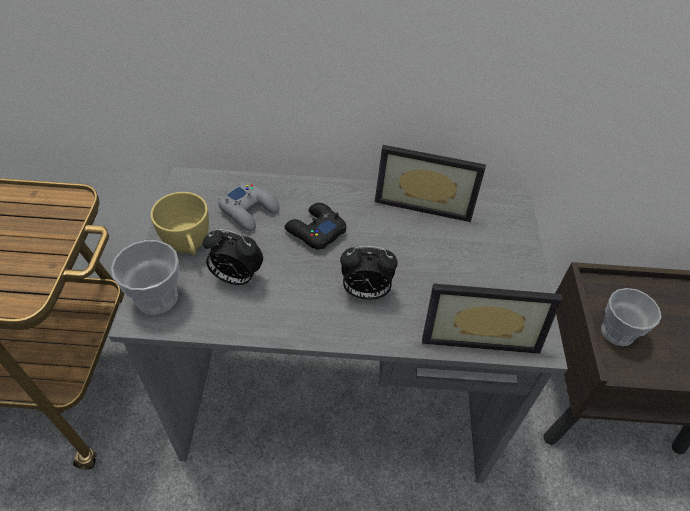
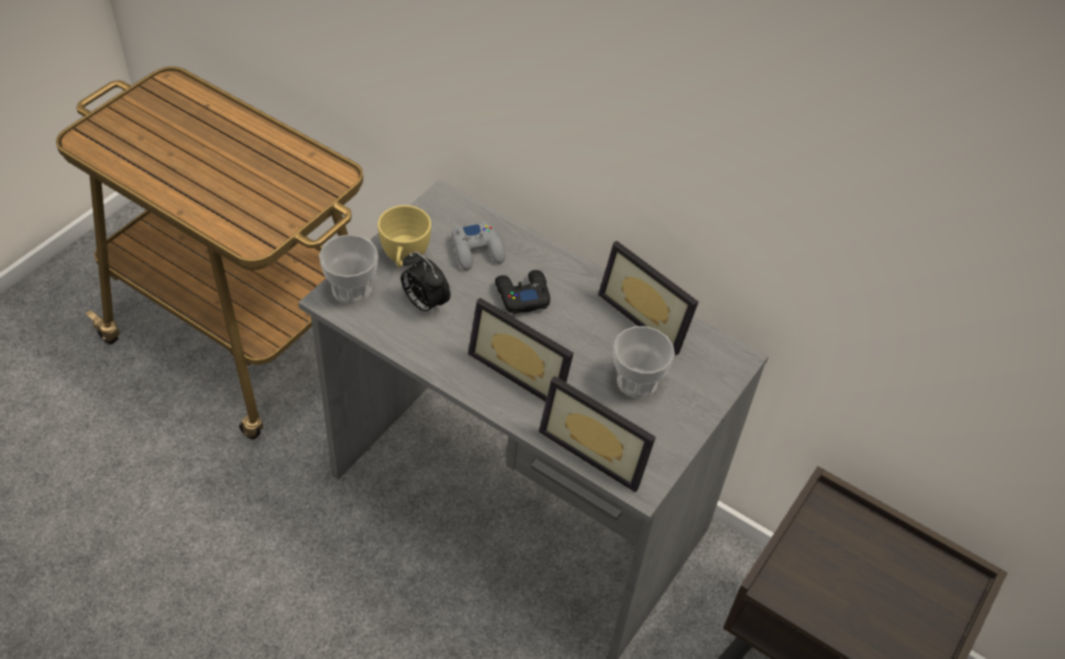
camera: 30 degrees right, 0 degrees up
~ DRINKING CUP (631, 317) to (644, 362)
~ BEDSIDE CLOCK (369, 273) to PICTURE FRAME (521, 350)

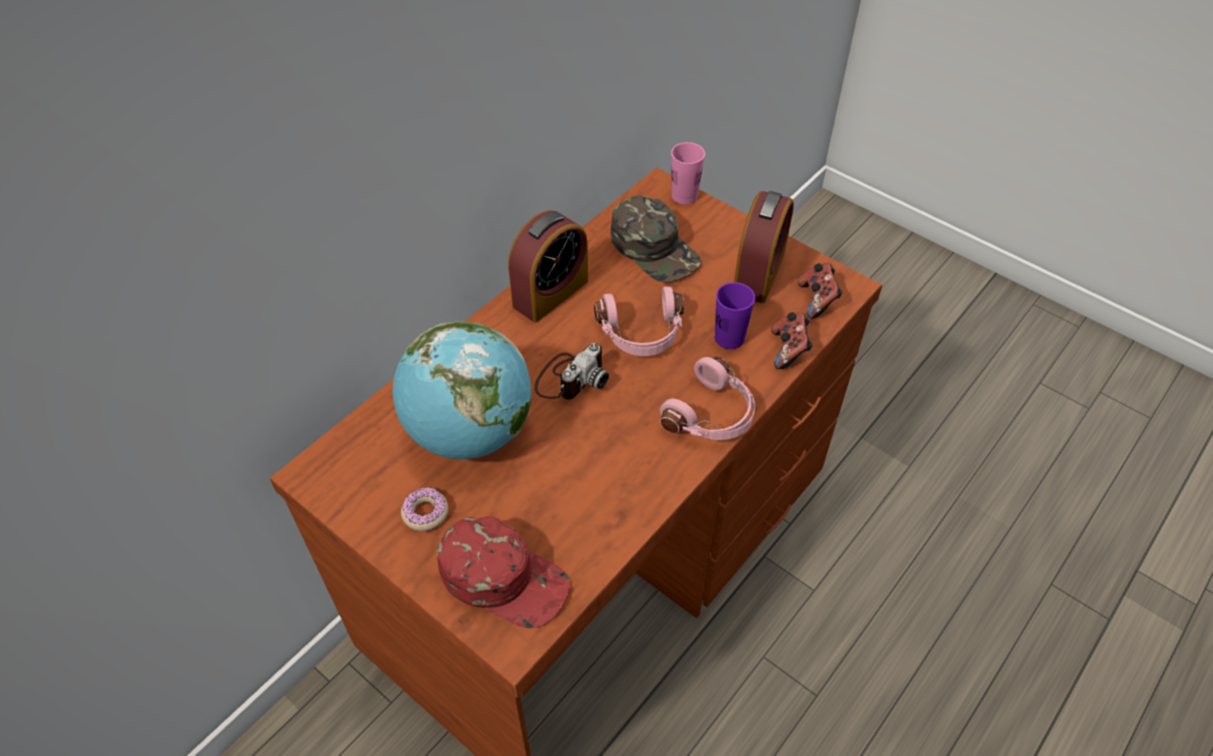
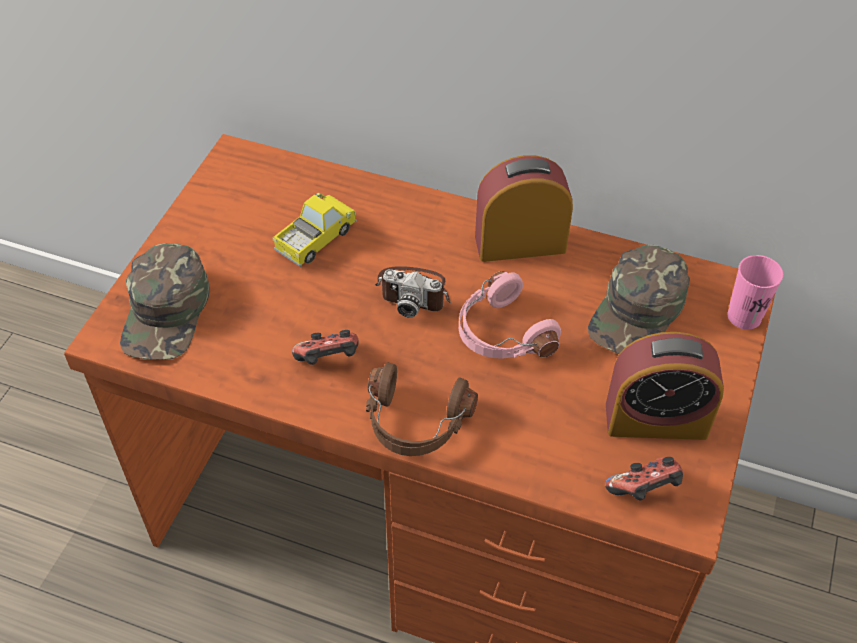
camera: 70 degrees right, 0 degrees up
- RING DOUGHNUT (424, 509)
- PURPLE DRINKING CUP (735, 315)
~ GAMEPAD (792, 340) to (325, 347)
~ GLOBE (462, 390) to TOY TRUCK (314, 230)
~ RED BASEBALL CAP (503, 572) to GREENISH BASEBALL CAP (165, 301)
~ PINK-COLOURED HEADSET (707, 398) to BROWNISH HEADSET (422, 409)
~ BEDSIDE CLOCK (548, 266) = (524, 208) 150 degrees clockwise

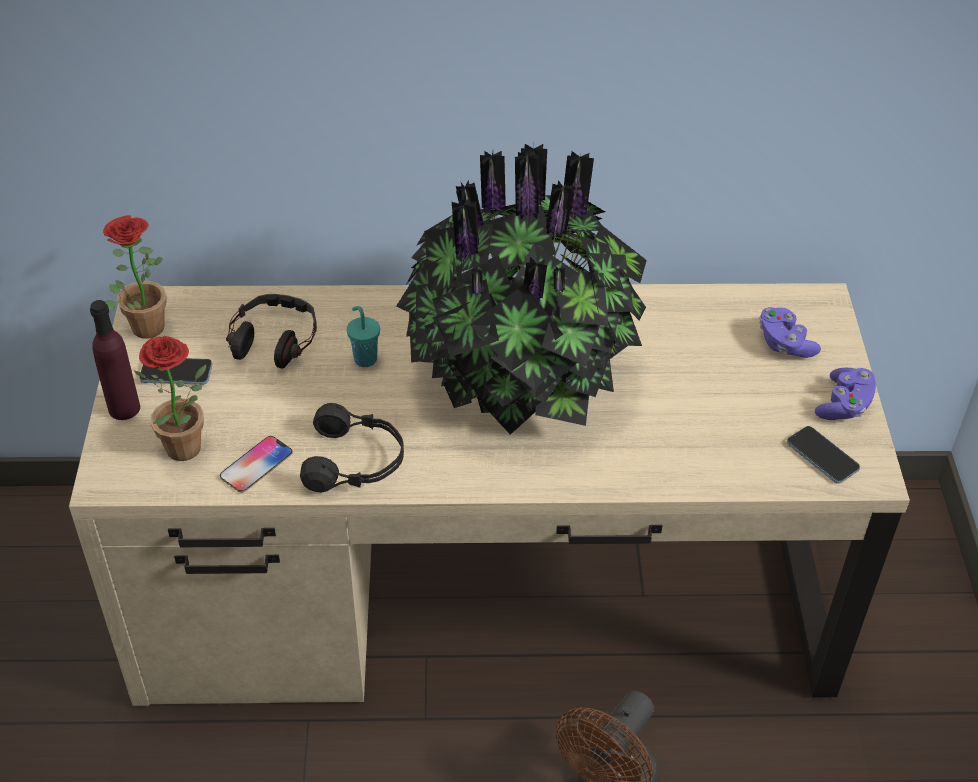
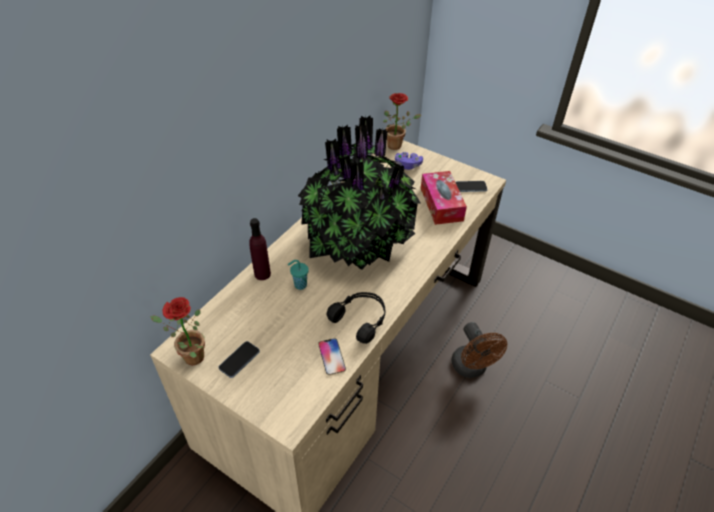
camera: 55 degrees left, 0 degrees up
- HEADSET (271, 331)
- PURPLE GAMEPAD (845, 394)
+ TISSUE HOLDER (444, 198)
~ PURPLE BEVERAGE BOTTLE (115, 360) to (260, 249)
~ POTTED PLANT (170, 398) to (402, 121)

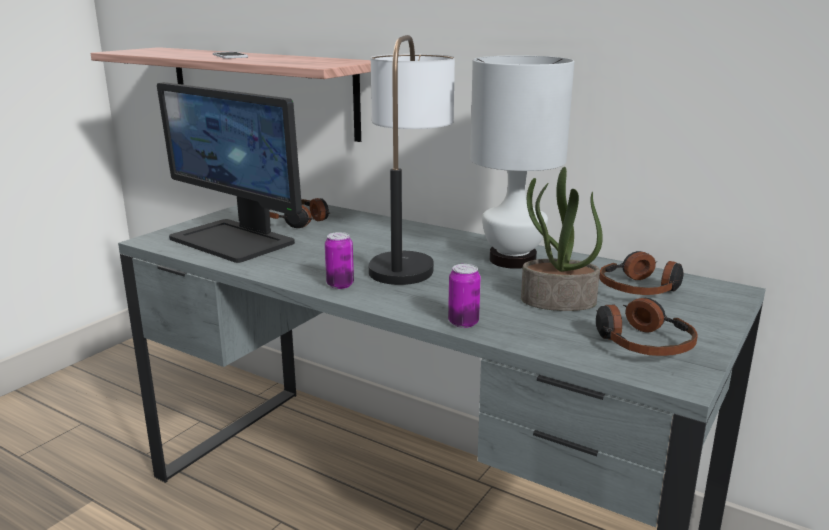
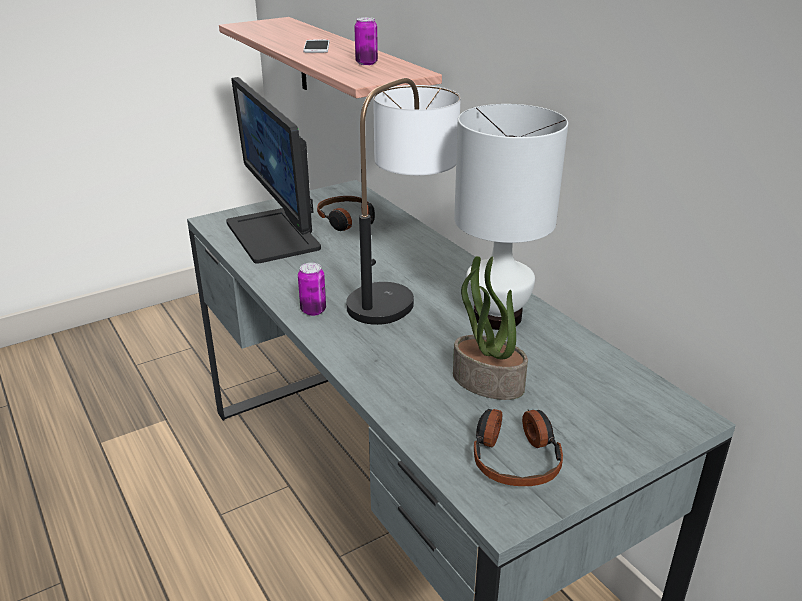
camera: 25 degrees right, 10 degrees up
- HEADSET (641, 273)
~ METAL CAN (464, 296) to (366, 41)

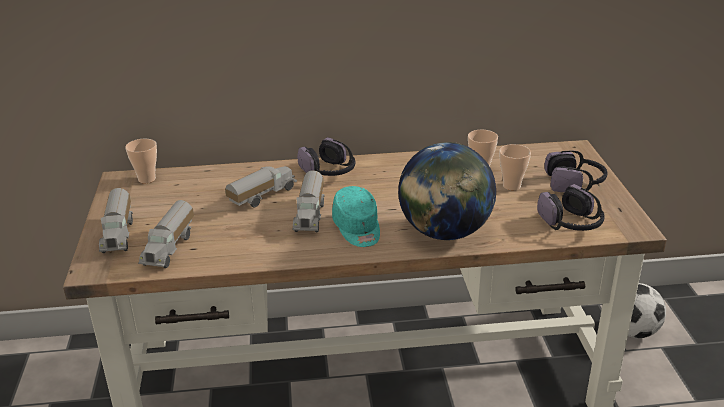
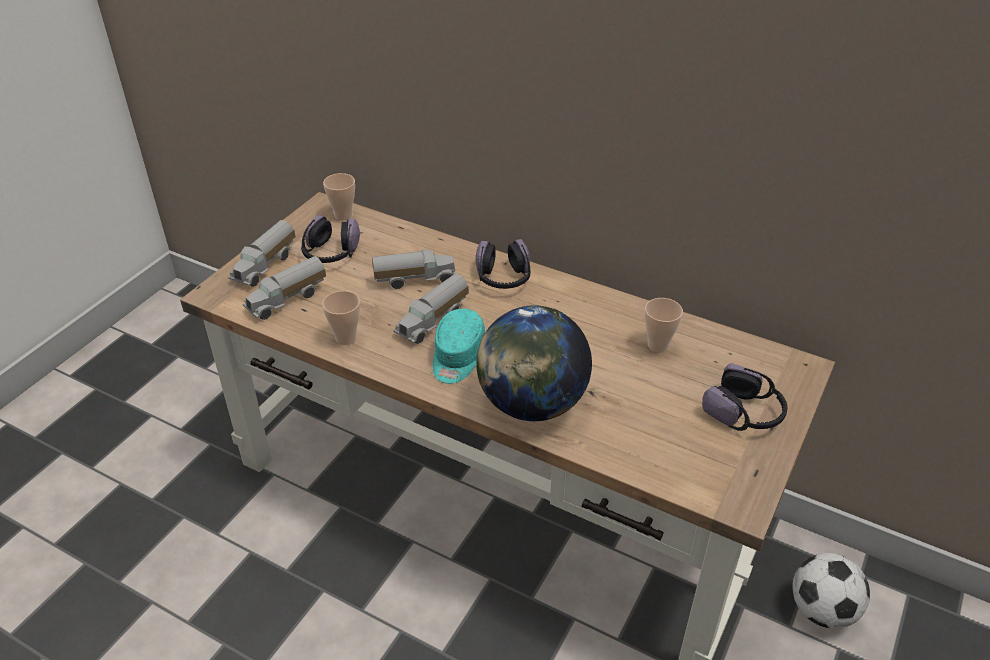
camera: 35 degrees right, 10 degrees up
~ DRINKING CUP (515, 167) to (341, 318)
~ HEADSET (571, 207) to (330, 239)

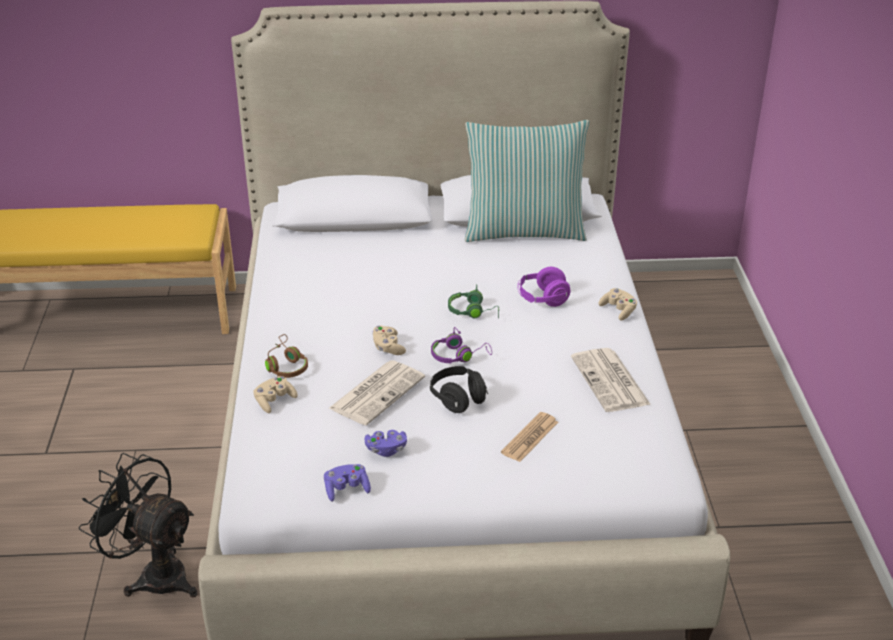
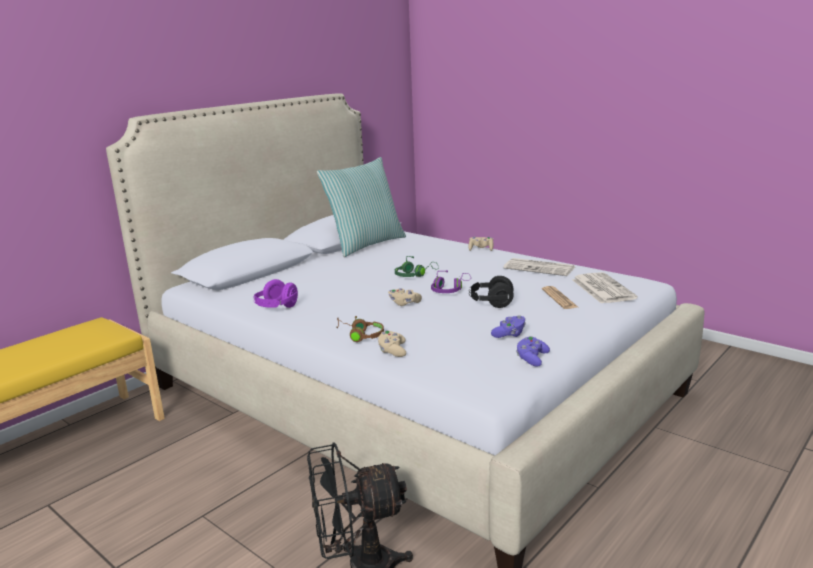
camera: 45 degrees left, 15 degrees down
~ PRINTED PAPER (376, 393) to (605, 288)
~ PURPLE HEADSET (544, 287) to (275, 293)

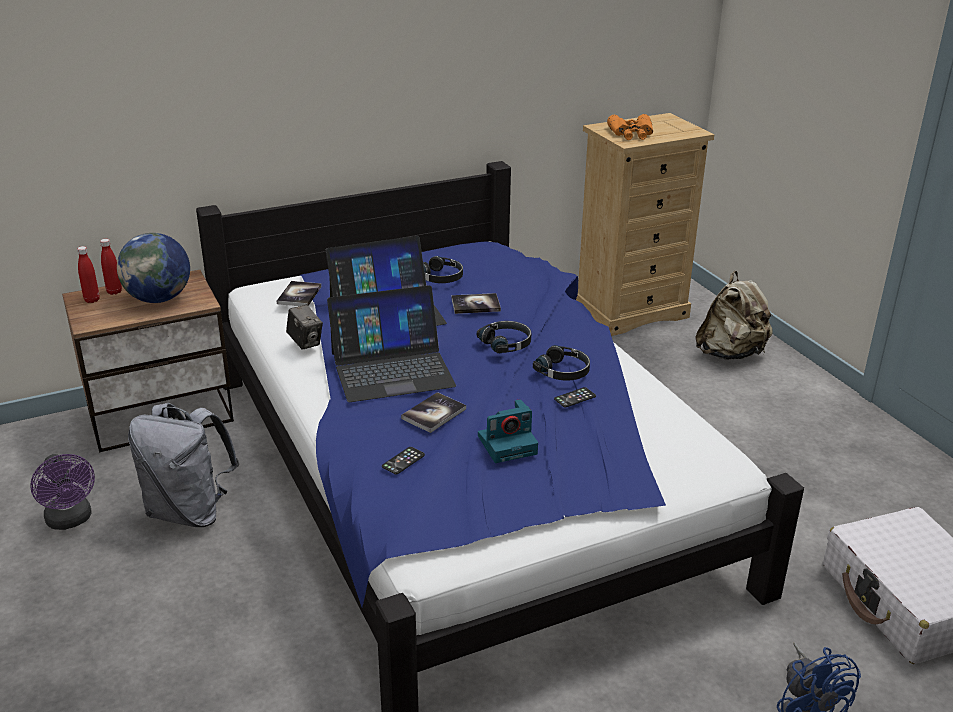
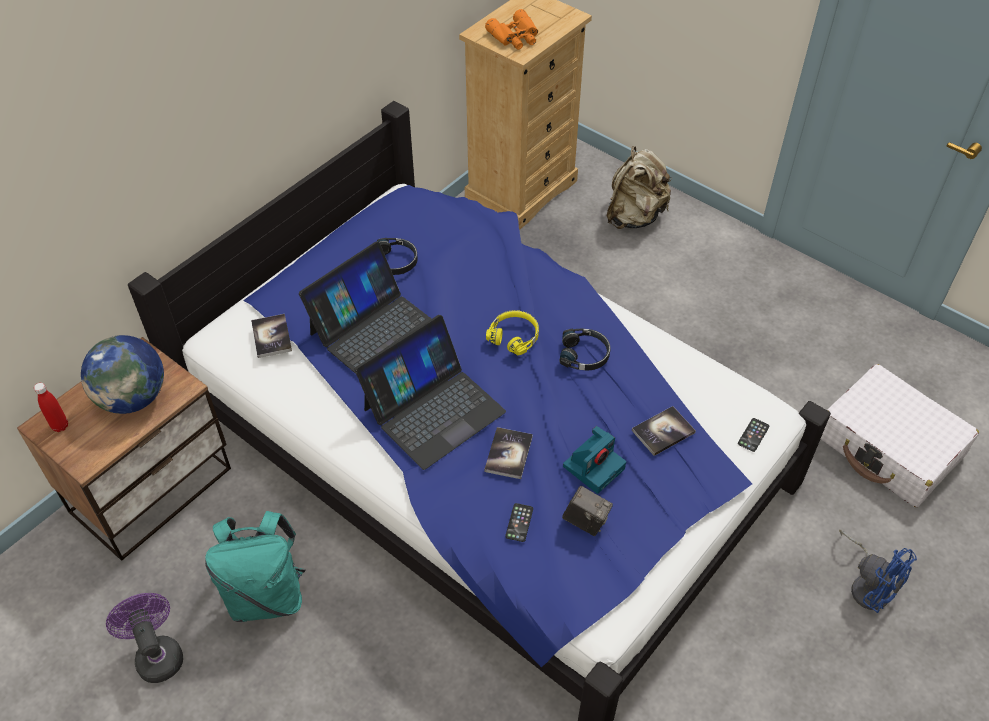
camera: 25 degrees left, 20 degrees up
- RED BEVERAGE BOTTLE (111, 267)
~ PHOTO CAMERA (304, 327) to (587, 511)
~ BOUND BOOK (476, 303) to (664, 431)
~ TELEPHONE (575, 397) to (753, 435)
~ GREY RUCKSACK (183, 465) to BLUE-GREEN RUCKSACK (255, 566)
~ BLACK HEADSET (504, 337) to YELLOW HEADSET (512, 333)
~ PURPLE COOLING FAN (62, 492) = (144, 638) 150 degrees counterclockwise

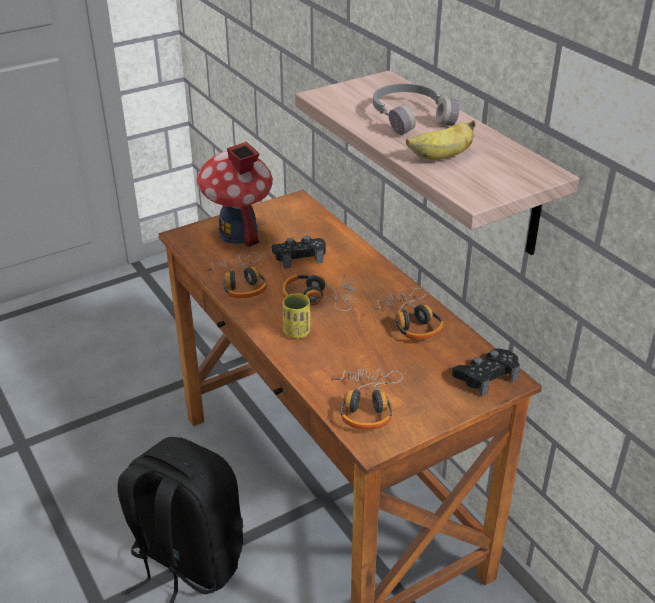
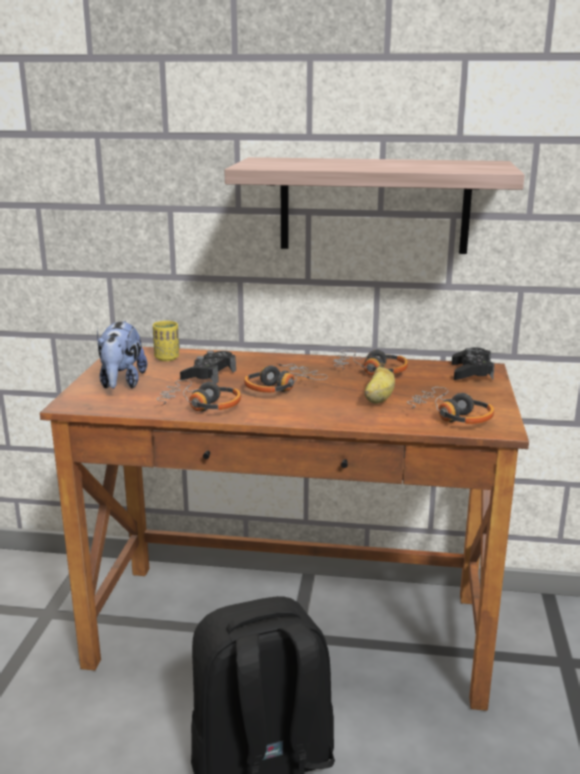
camera: 50 degrees left, 15 degrees down
- GREY HEADSET (416, 109)
~ YELLOW DRINKING CUP (296, 316) to (166, 341)
~ BANANA FRUIT (441, 140) to (379, 383)
~ MINIATURE HOUSE (234, 194) to CUDDLY TOY (122, 355)

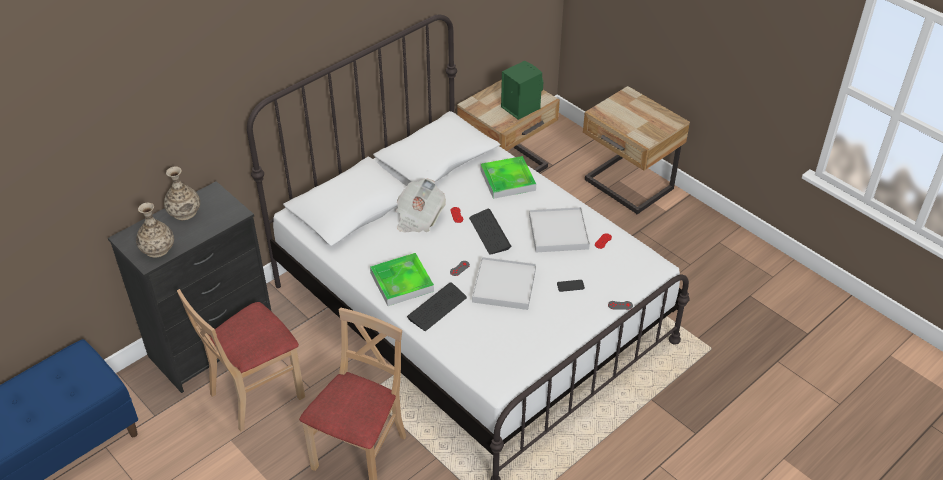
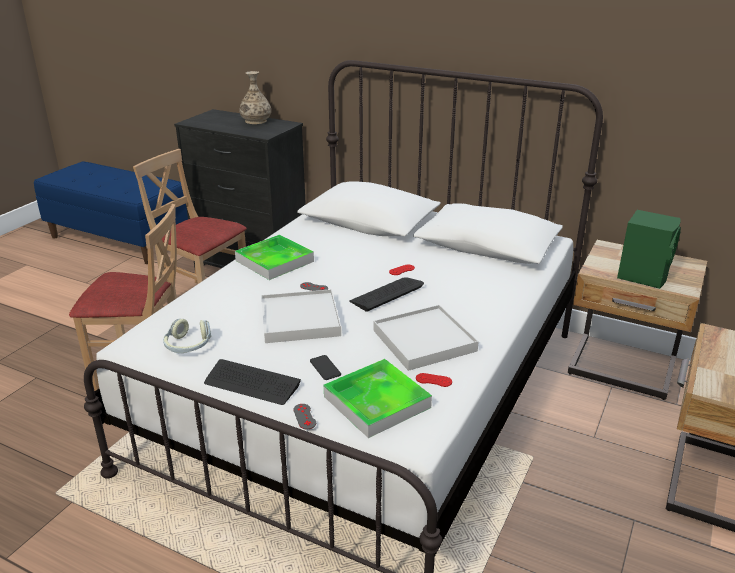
camera: 70 degrees right, 15 degrees down
- FLOWER VASE (155, 230)
- PRINTED PAPER (421, 205)
+ HEADSET (187, 335)
~ COMPUTER KEYBOARD (437, 306) to (252, 382)
~ SERVING TRAY (508, 177) to (378, 398)

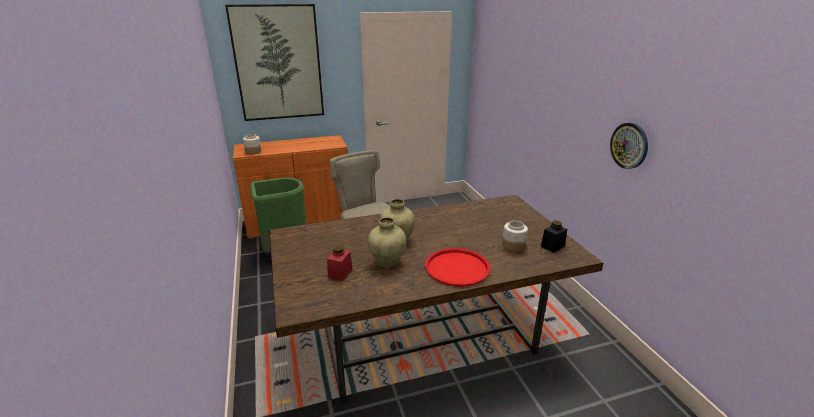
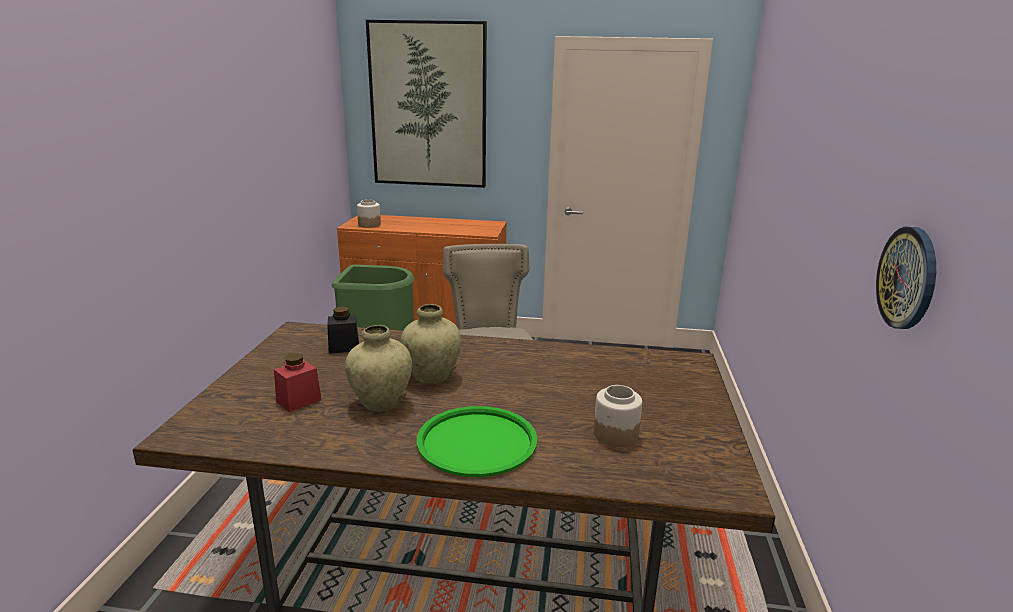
camera: 25 degrees right, 5 degrees down
~ BLACK PRESERVE JAR (554, 236) to (343, 330)
~ RED SERVING TRAY (458, 267) to GREENISH SERVING TRAY (477, 441)

